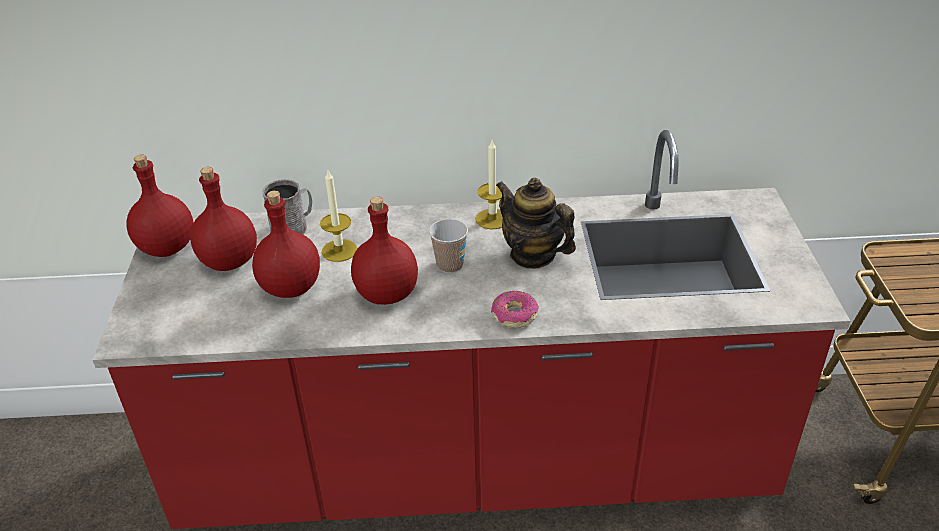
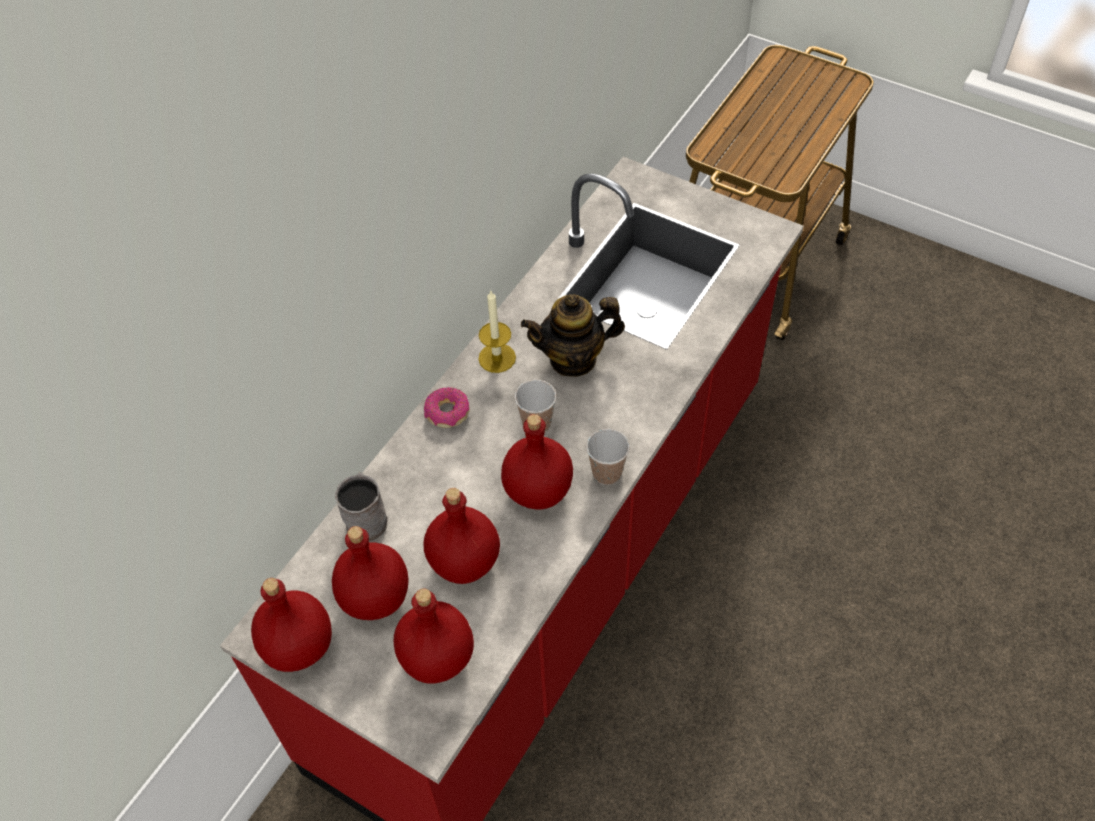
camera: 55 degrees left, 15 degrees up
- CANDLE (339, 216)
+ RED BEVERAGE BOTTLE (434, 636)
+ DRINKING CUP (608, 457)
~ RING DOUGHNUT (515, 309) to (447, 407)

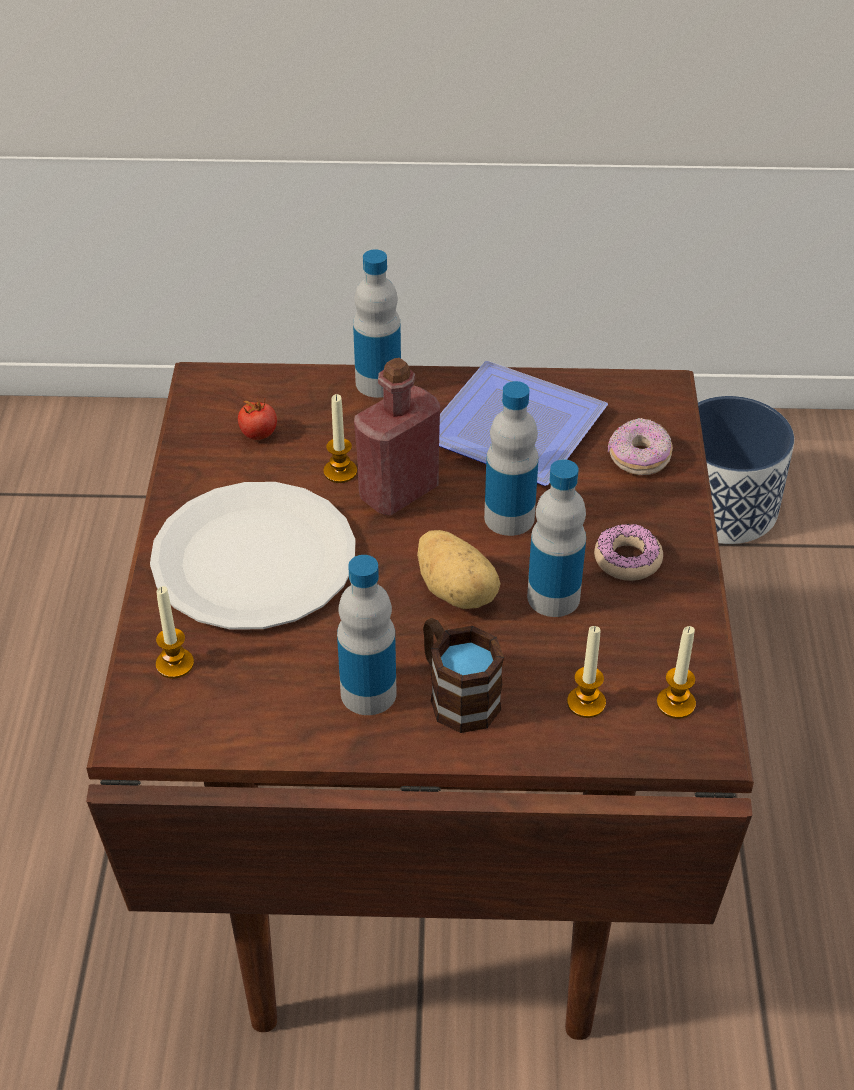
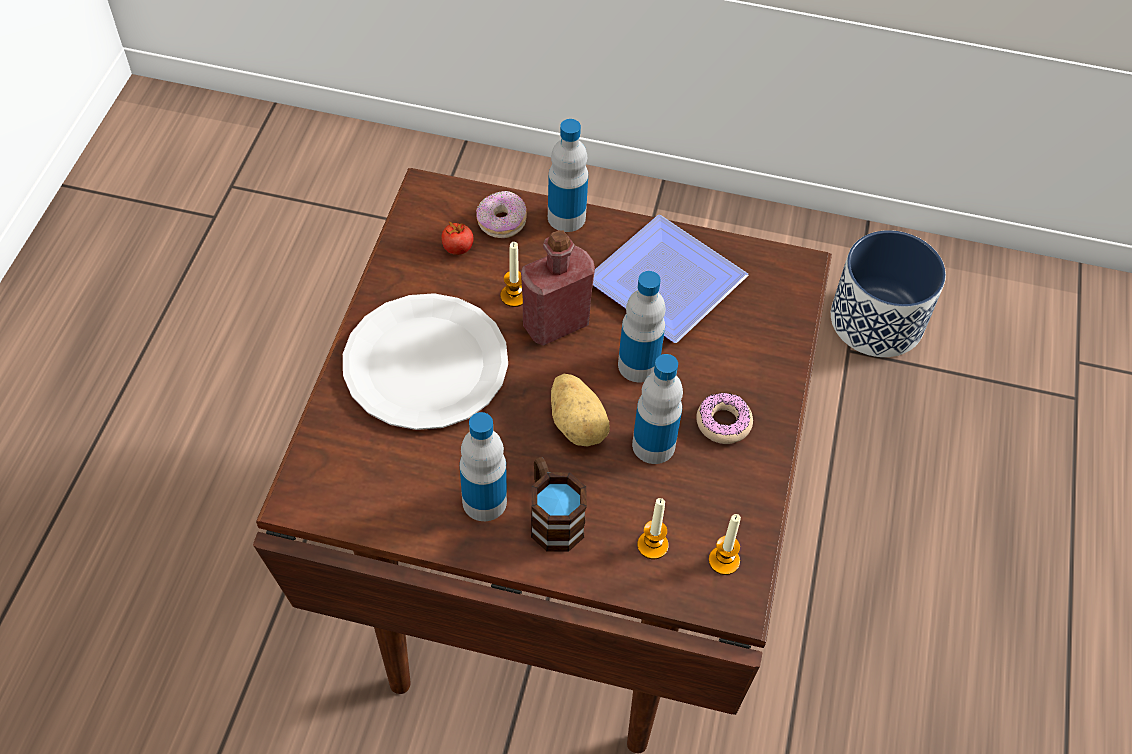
camera: 10 degrees right, 10 degrees up
- CANDLE (175, 632)
~ RING DOUGHNUT (640, 446) to (501, 214)

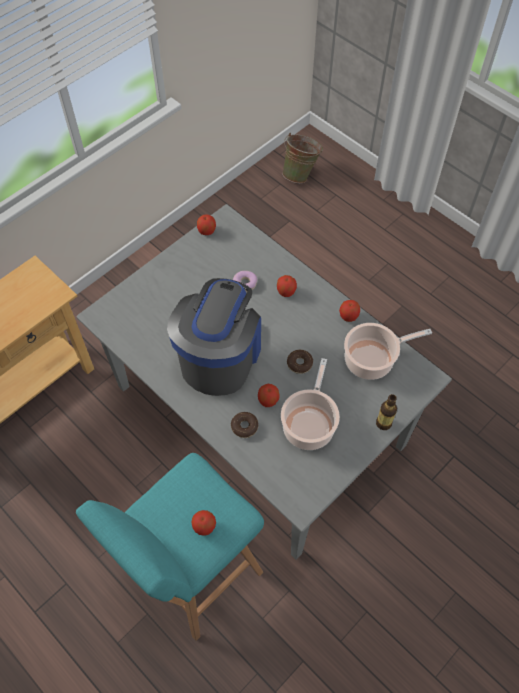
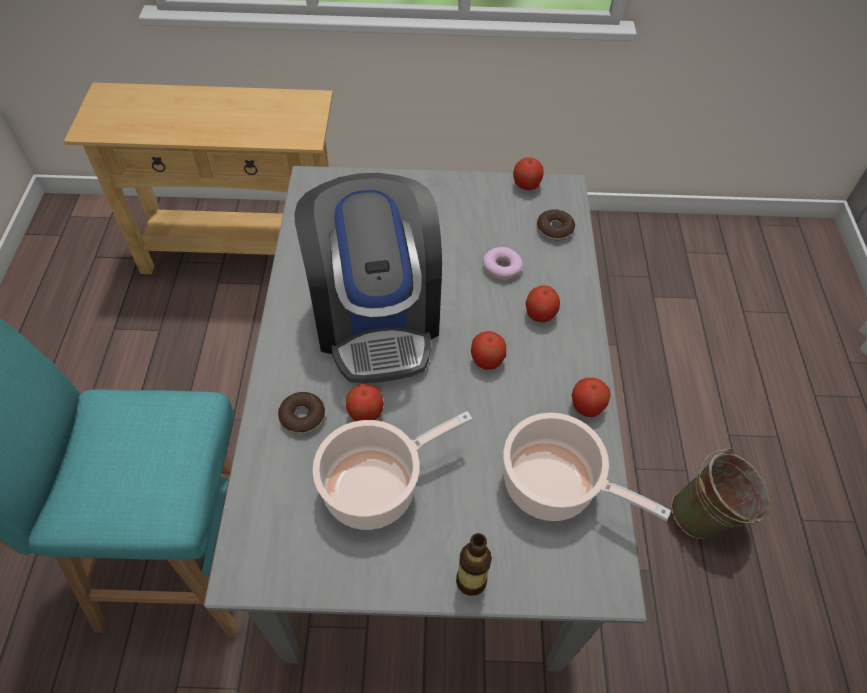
camera: 45 degrees right, 5 degrees down
~ APPLE FRUIT (204, 523) to (488, 350)
~ GREENISH PAIL (302, 158) to (721, 493)
~ RING DOUGHNUT (300, 362) to (556, 224)
~ COFFEE MAKER (214, 337) = (368, 278) 105 degrees clockwise

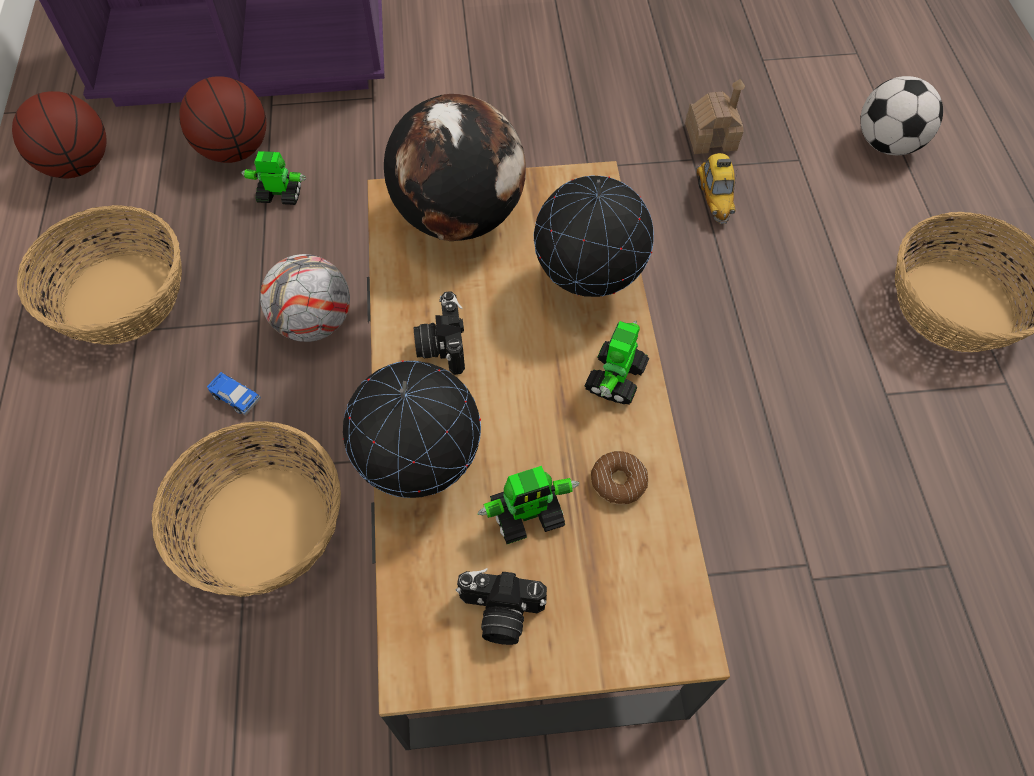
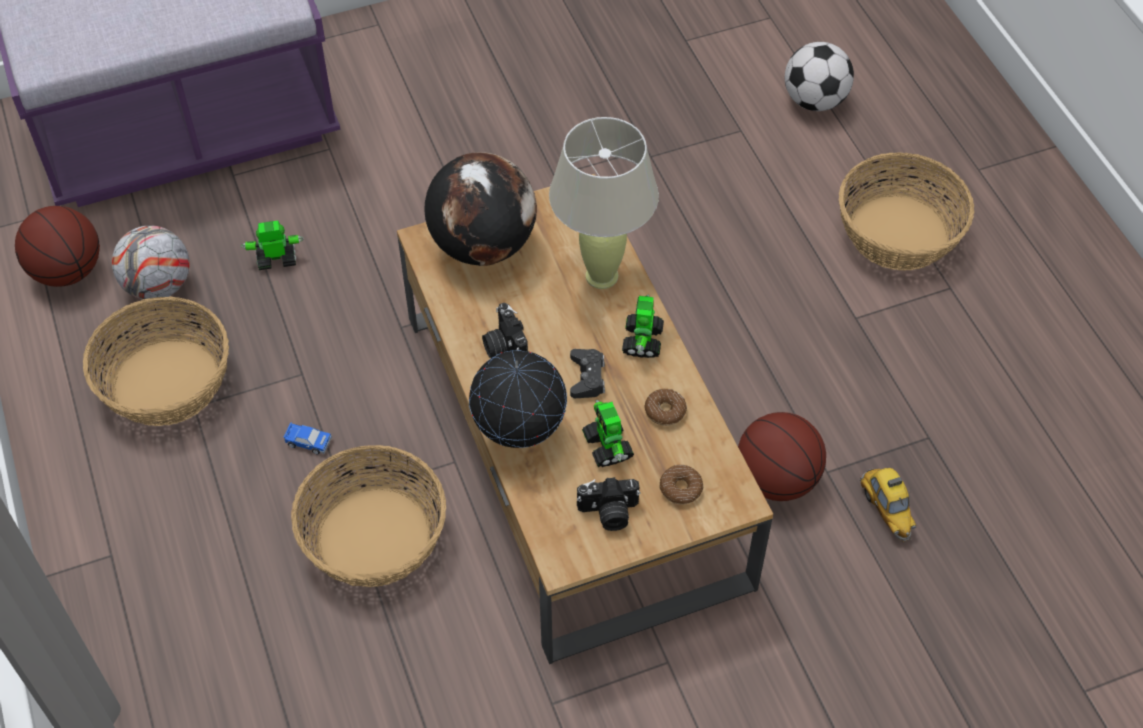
camera: 15 degrees left, 5 degrees down
- MINIATURE HOUSE (715, 116)
+ BLACK GAMEPAD (587, 373)
+ RING DOUGHNUT (681, 485)
~ BALL FOR BASKETBALL (222, 120) to (782, 456)
~ FOOTBALL BALL (305, 298) to (151, 262)
~ TOY CAR (717, 188) to (888, 505)
~ GLOBE (594, 236) to BEIGE-COLOURED TABLE LAMP (604, 203)
~ ROBOT FIGURE (528, 505) = (608, 433) 105 degrees clockwise

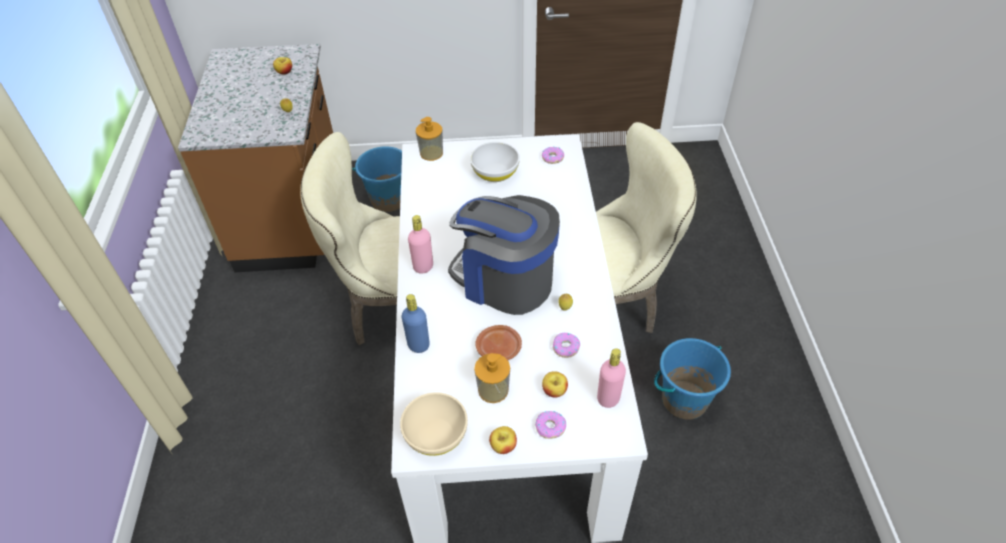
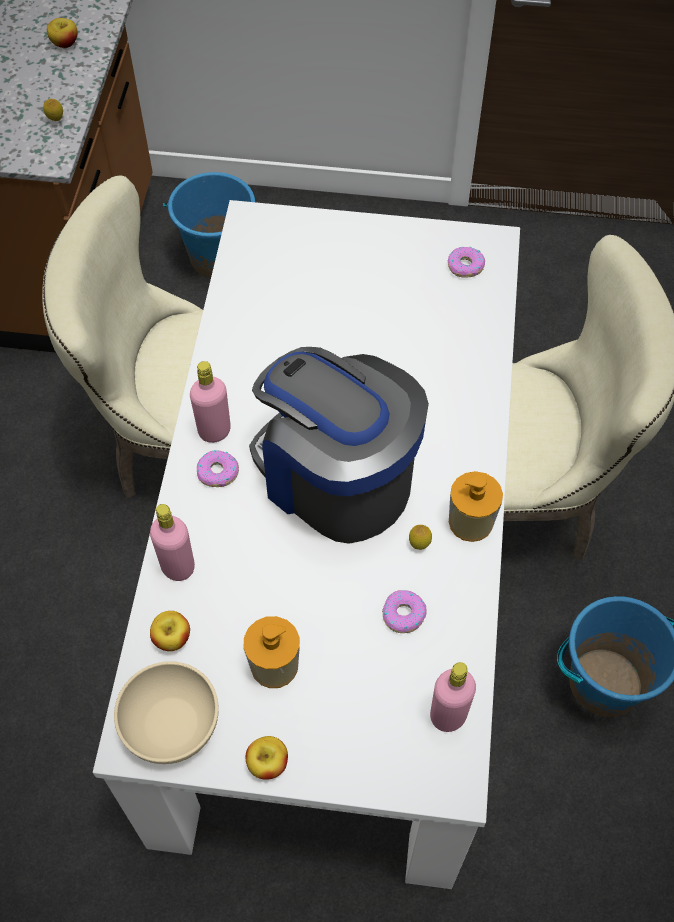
camera: 10 degrees right, 10 degrees up
- WHITE-COLOURED DEEP DISH (495, 162)
- BROWNISH PLATE (498, 342)
~ LIQUID SOAP BOTTLE (429, 139) to (476, 506)
~ RING DOUGHNUT (550, 425) to (218, 468)
~ APPLE FRUIT (555, 384) to (170, 631)
~ BLUE-COLOURED BEVERAGE BOTTLE (416, 323) to PINK-COLOURED BEVERAGE BOTTLE (172, 542)

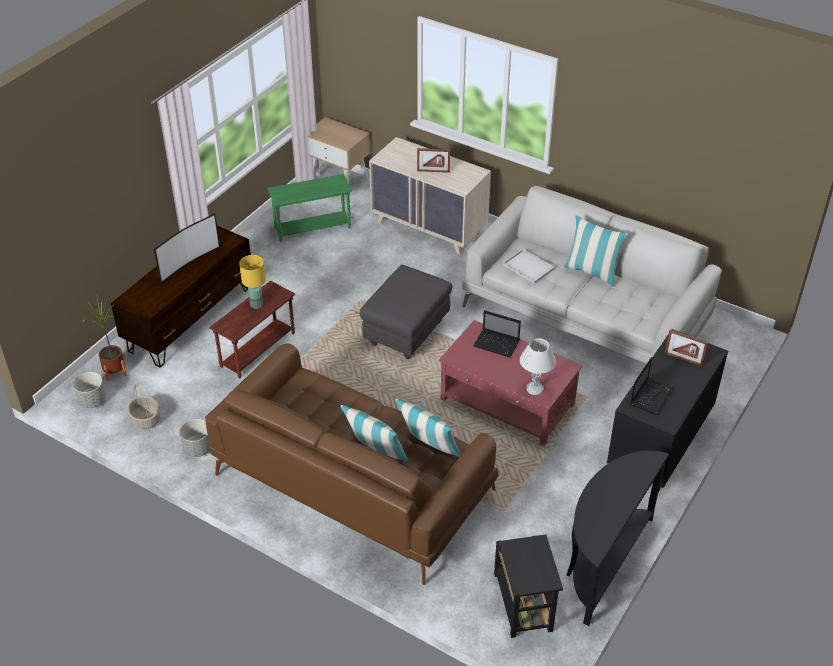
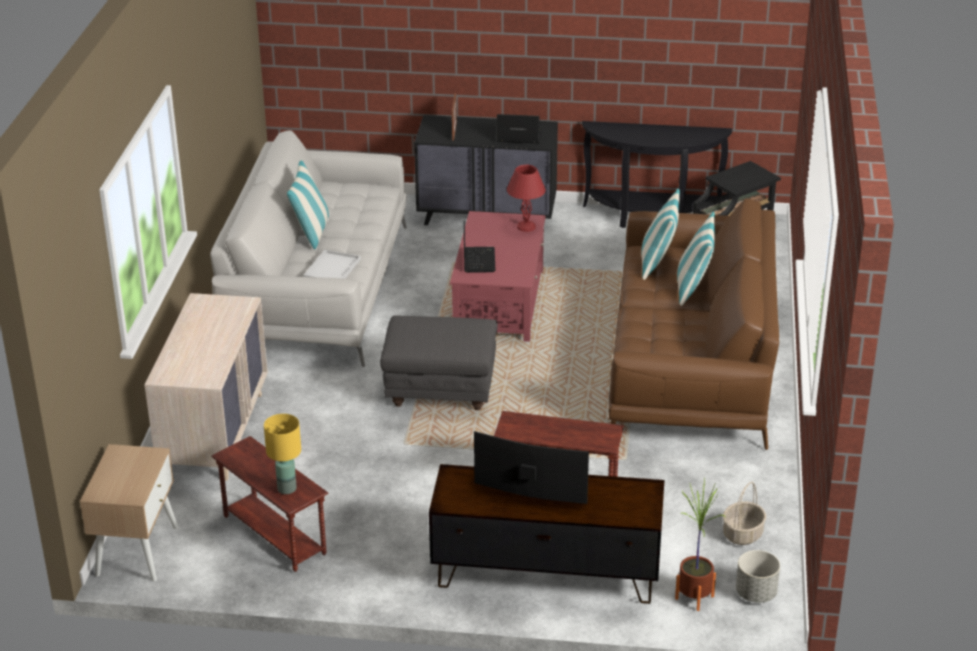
camera: 115 degrees left, 10 degrees down
- GREY FLOWER POT (194, 438)
- PICTURE FRAME (433, 160)
~ YELLOW TABLE LAMP (252, 282) to (282, 454)
~ GREENISH SIDE TABLE (310, 208) to BROWNISH SIDE TABLE (269, 504)
~ WHITE-COLOURED TABLE LAMP (538, 366) to RED TABLE LAMP (526, 198)

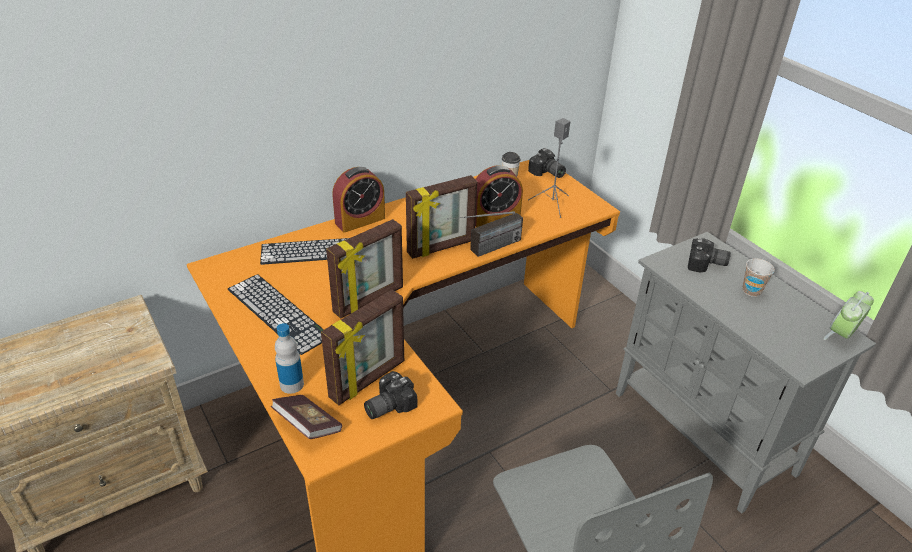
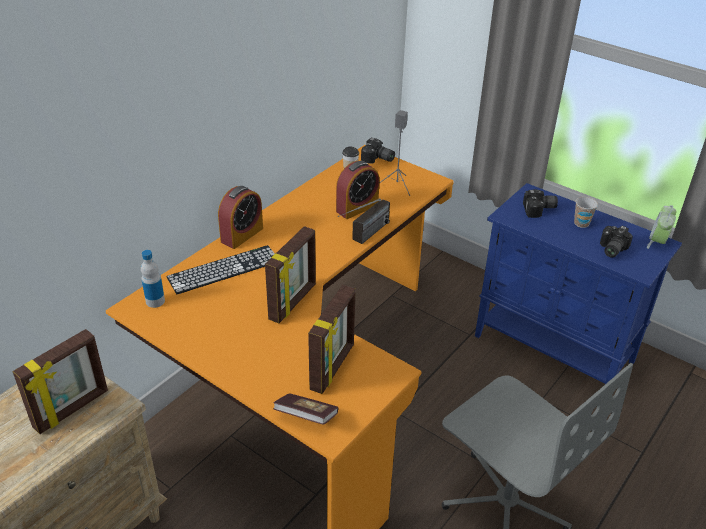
camera: 20 degrees left, 0 degrees up
- COMPUTER KEYBOARD (276, 314)
~ BEVERAGE BOTTLE (289, 358) to (153, 279)
~ PHOTO CAMERA (390, 395) to (616, 242)
~ PICTURE FRAME (441, 217) to (60, 381)
~ GREY CABINET (746, 373) to BLUE-COLOURED CABINET (578, 283)

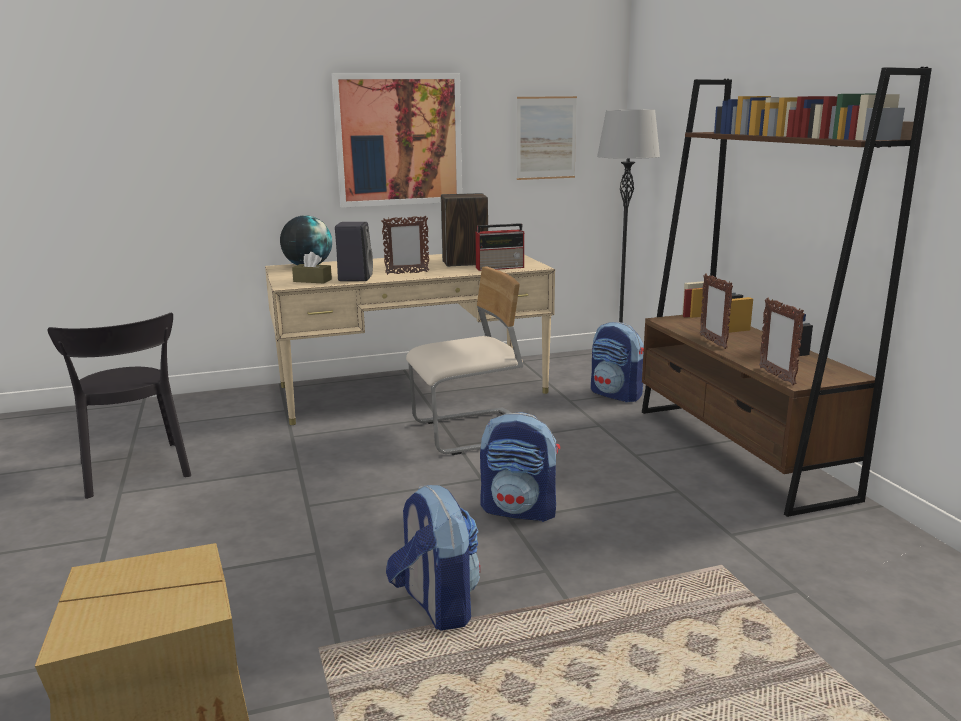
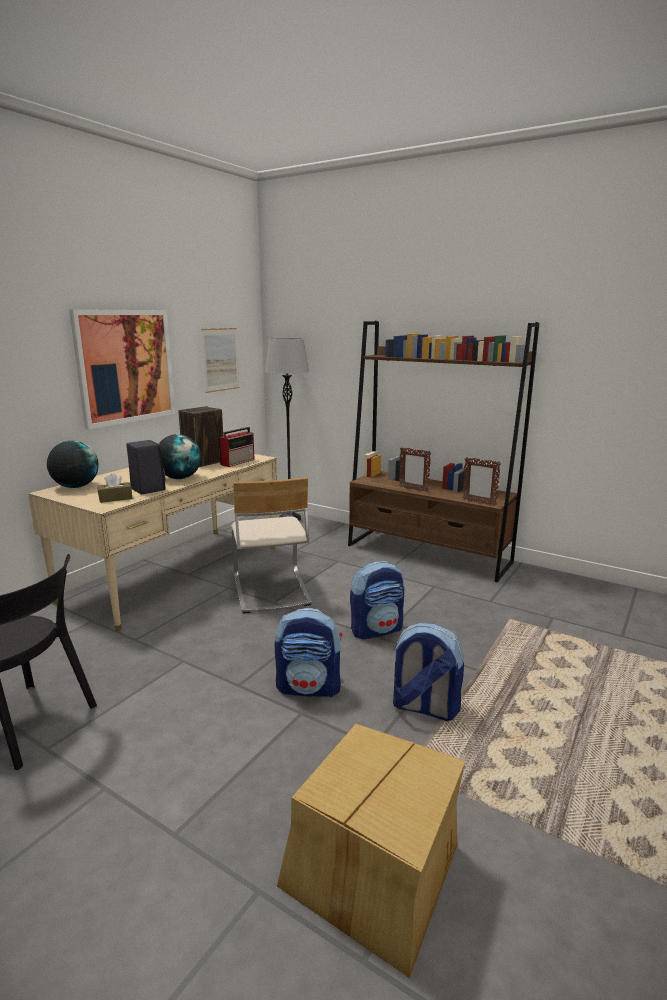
camera: 40 degrees left, 0 degrees up
~ RUCKSACK (617, 362) to (309, 652)
~ PICTURE FRAME (405, 245) to GLOBE (180, 456)
~ BEIGE-COLOURED PLAIN CHAIR (464, 360) = (271, 545) 135 degrees clockwise

